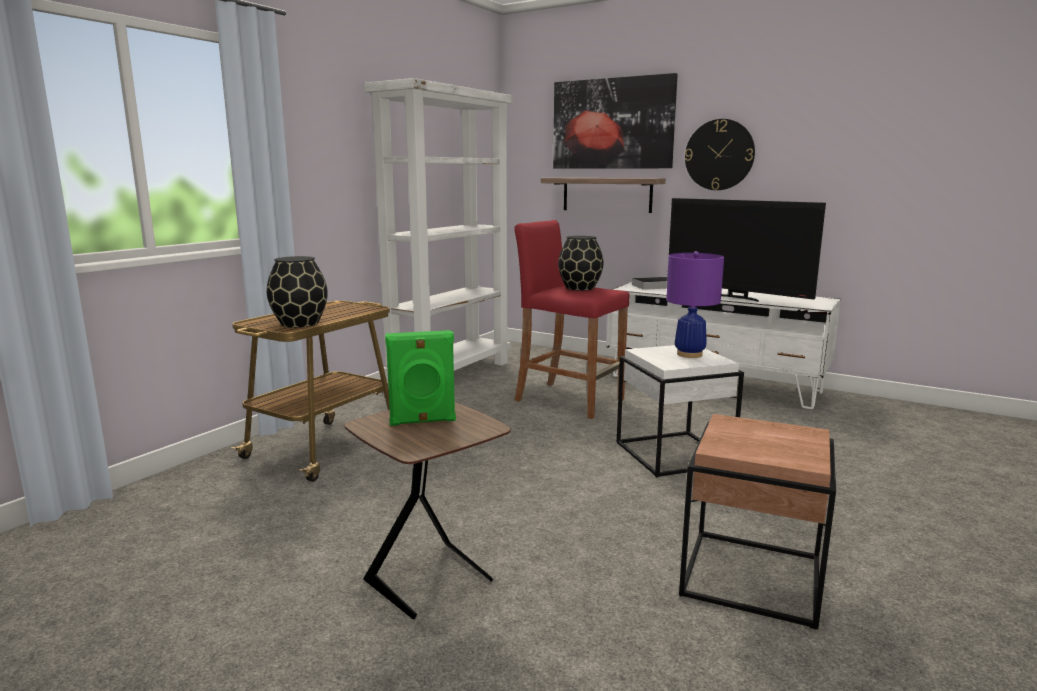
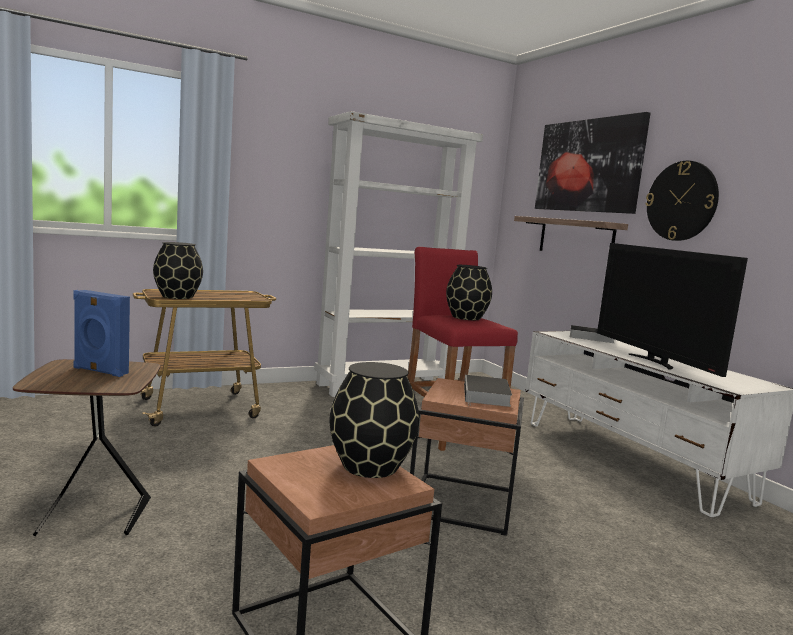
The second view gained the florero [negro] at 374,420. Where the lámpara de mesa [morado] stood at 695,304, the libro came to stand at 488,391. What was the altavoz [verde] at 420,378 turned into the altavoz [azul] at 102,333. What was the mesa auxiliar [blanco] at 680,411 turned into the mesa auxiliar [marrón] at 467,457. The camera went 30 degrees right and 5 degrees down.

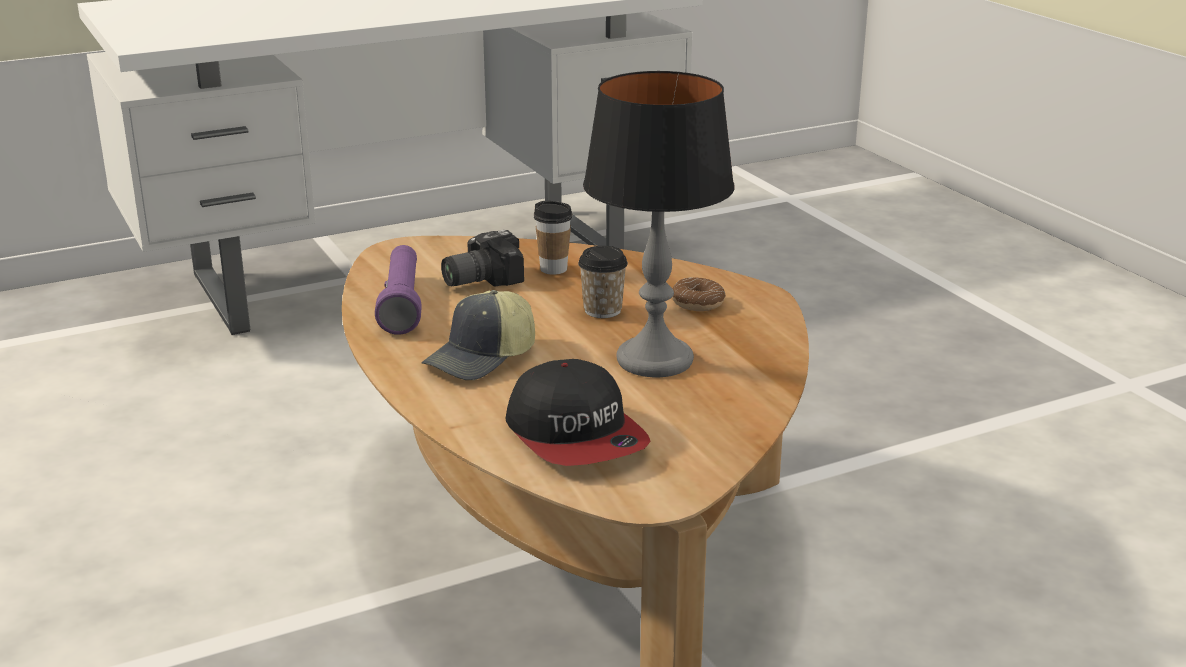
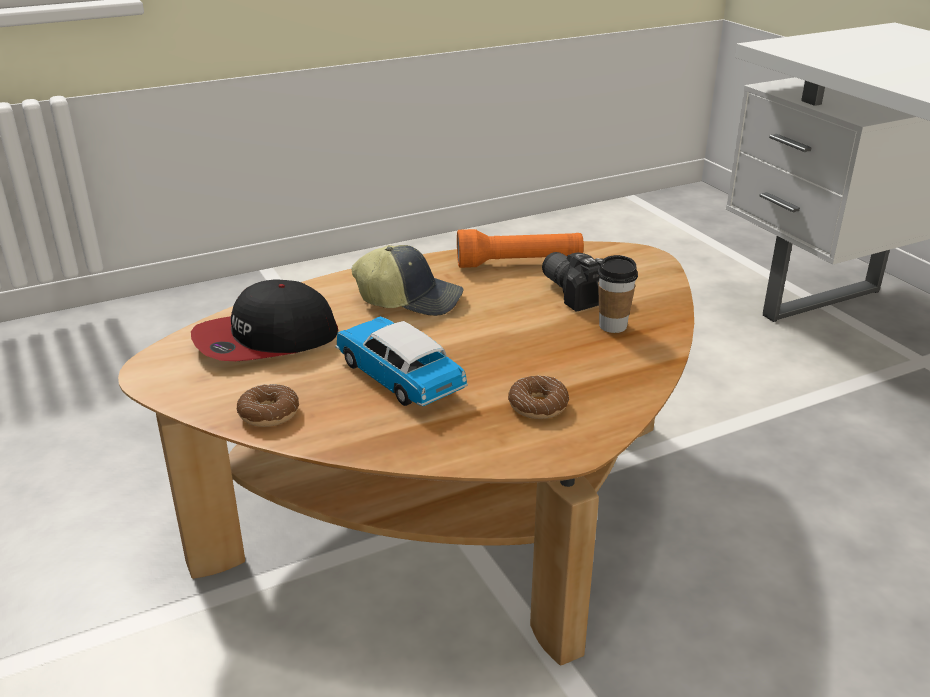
The second view lost the taza at 603,282. The second view gained the rosquilla at 268,405. Where the lámpara de mesa stood at 658,224, the coche de juguete came to stand at 401,361. What was the linterna [morado] at 398,290 turned into the linterna [naranja] at 520,248. The gorra at 478,335 ended up facing another way, 150 degrees clockwise from before. The camera went 90 degrees right and 5 degrees up.

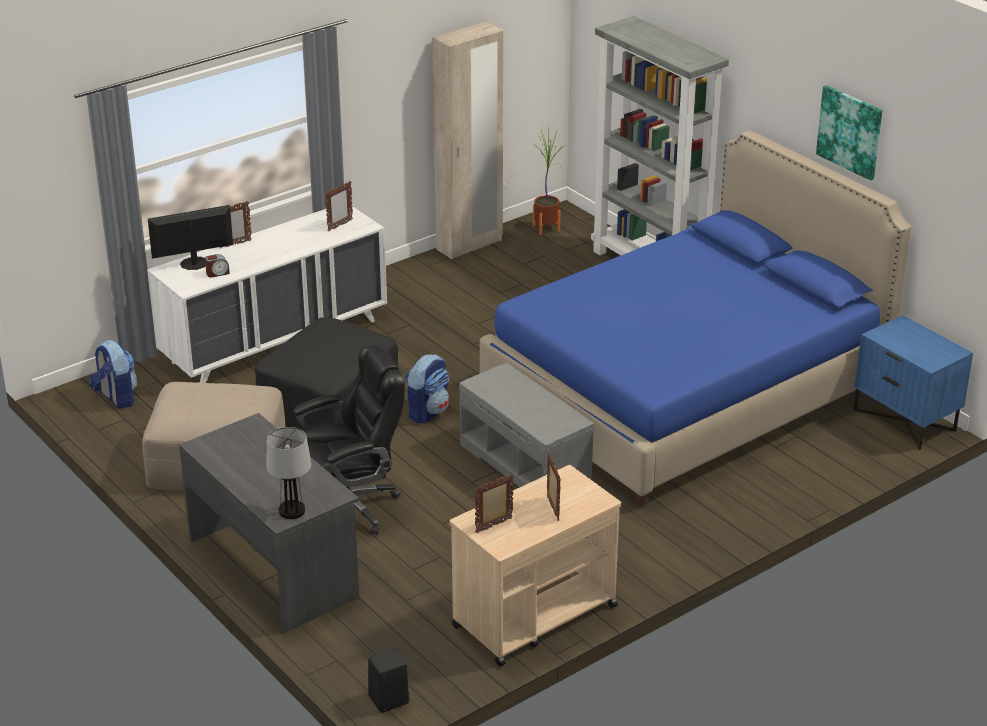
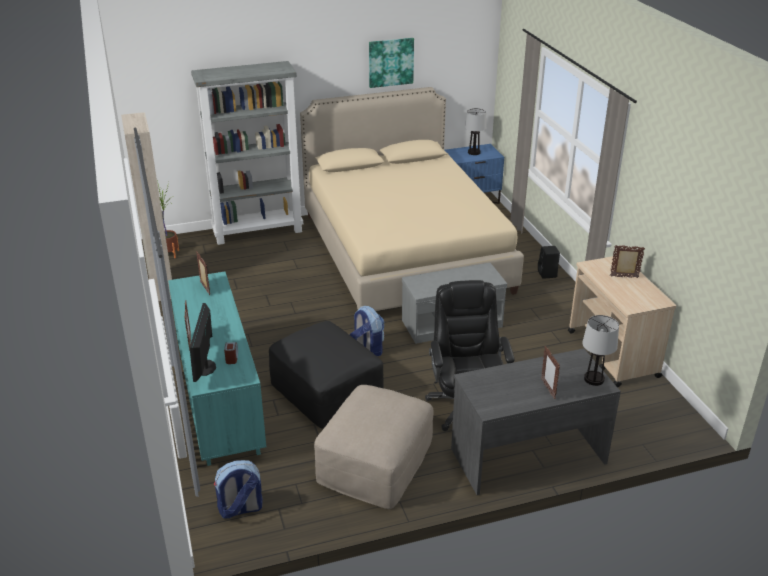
The second view gained the lámpara de mesa at 476,131. The altavoz [negro] ended up elsewhere, having gone from 388,680 to 549,262. The portarretratos ended up elsewhere, having gone from 494,503 to 550,372. What was the cómoda [blanco] at 267,294 turned into the cómoda [turquesa] at 217,368. What was the cama [azul] at 695,319 turned into the cama [beis] at 412,199. The camera went 70 degrees left and 0 degrees up.

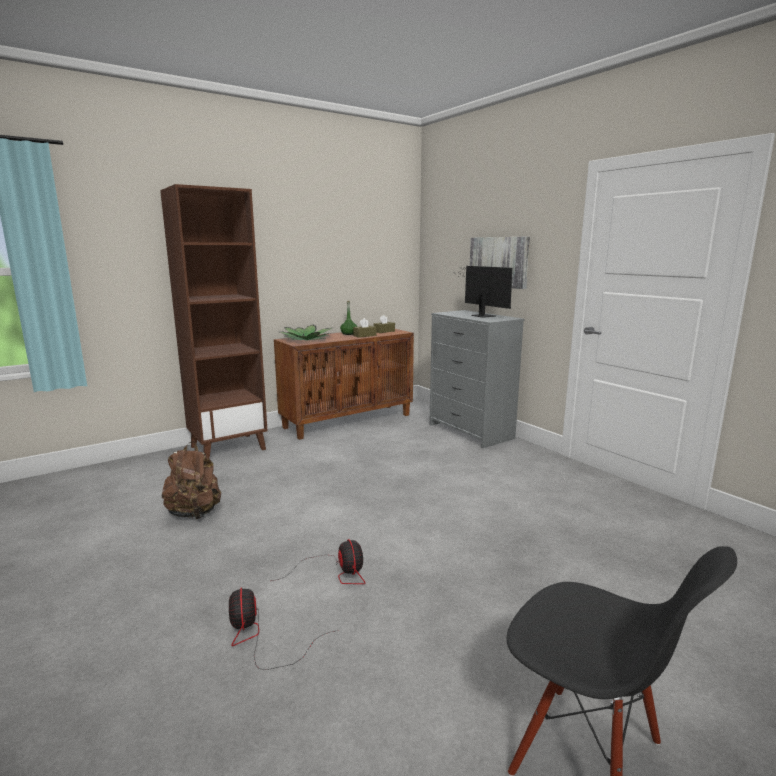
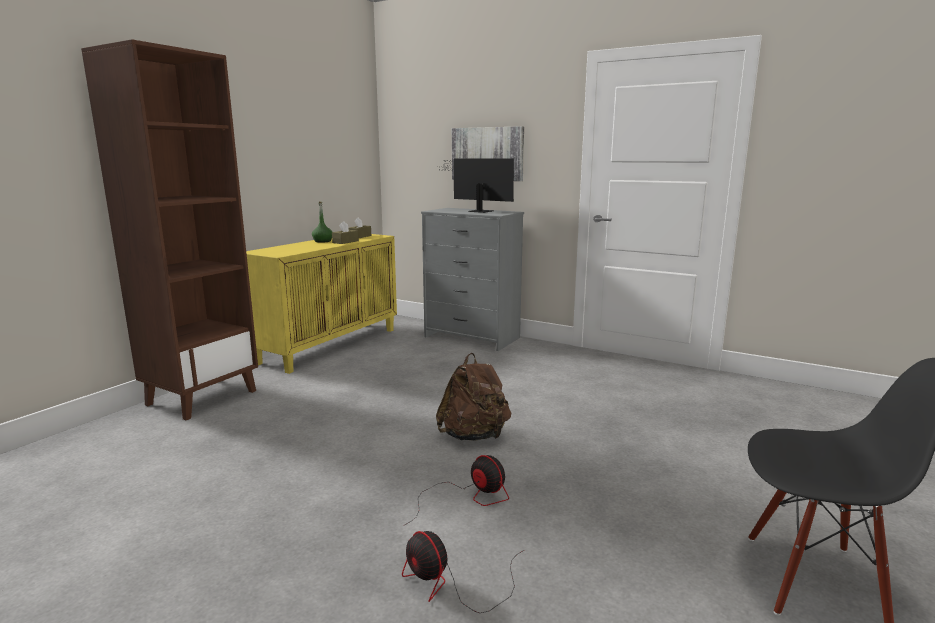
The second view lost the planta en maceta at 307,332. The mochila [marrón] ended up elsewhere, having gone from 191,480 to 473,397. What was the armario [marrón] at 344,384 turned into the armario [amarillo] at 321,304. The camera went 25 degrees left and 0 degrees up.

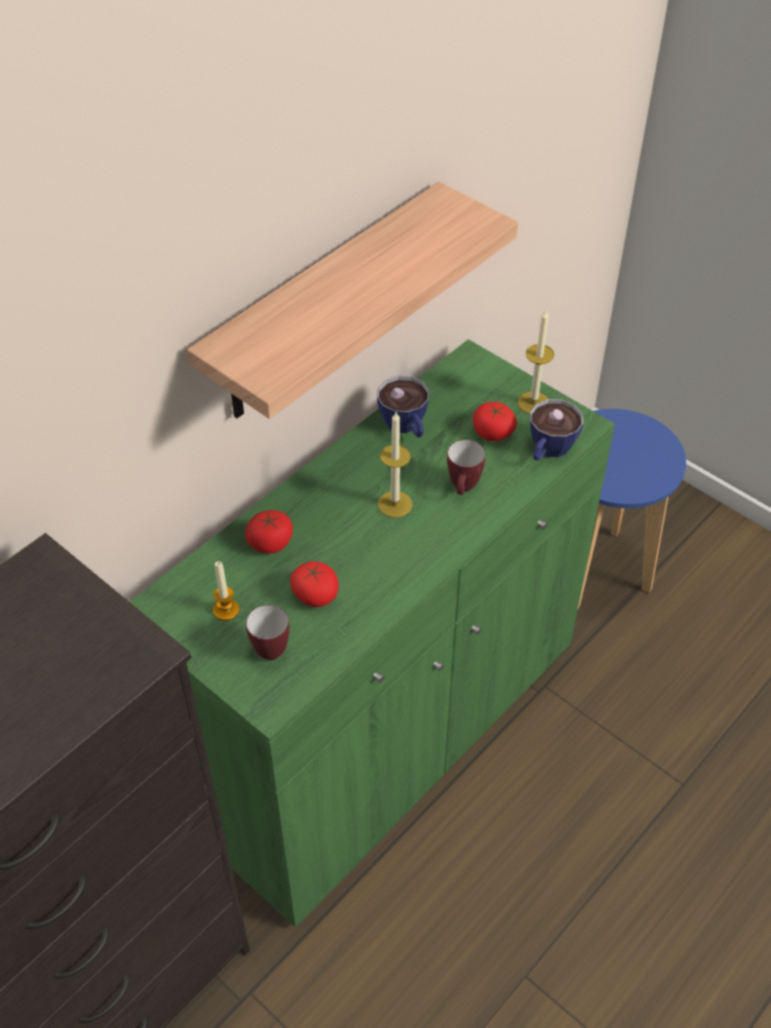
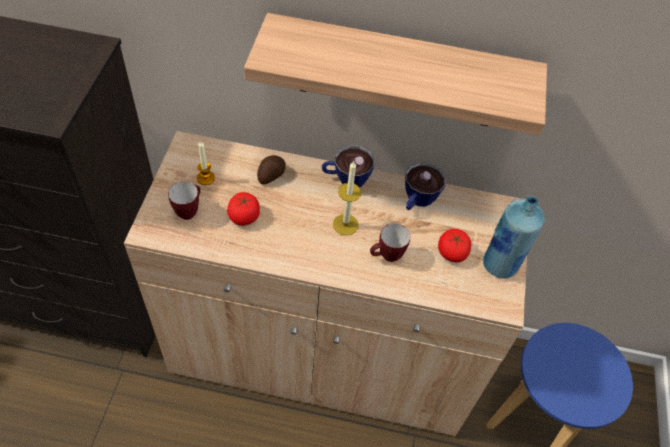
The taza ended up elsewhere, having gone from 556,430 to 348,166. Where the tomate stood at 269,532, the patata came to stand at 271,169. Where the vela stood at 536,362, the botella [azul] came to stand at 514,237. What was the armario [verde] at 372,633 turned into the armario [beis] at 325,283. The camera went 55 degrees right and 5 degrees up.

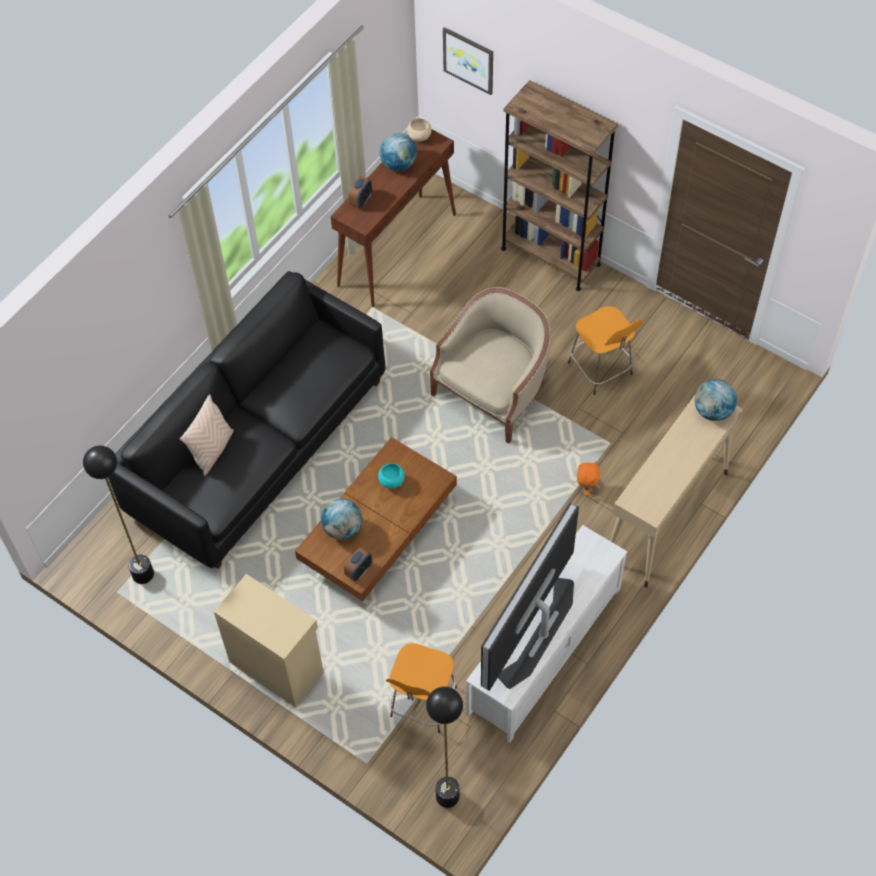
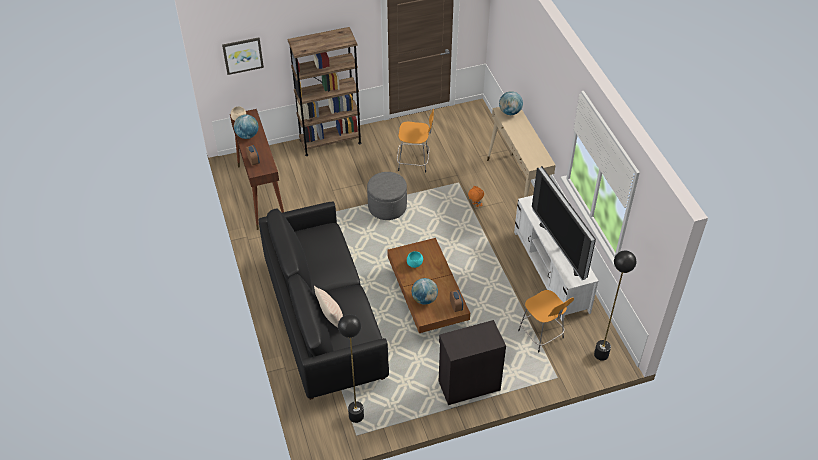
Where the sillón [beis] stood at 490,365, the puf [gris] came to stand at 387,196. What was the armario [beis] at 269,640 turned into the armario [negro] at 472,362. The camera went 55 degrees left and 10 degrees down.

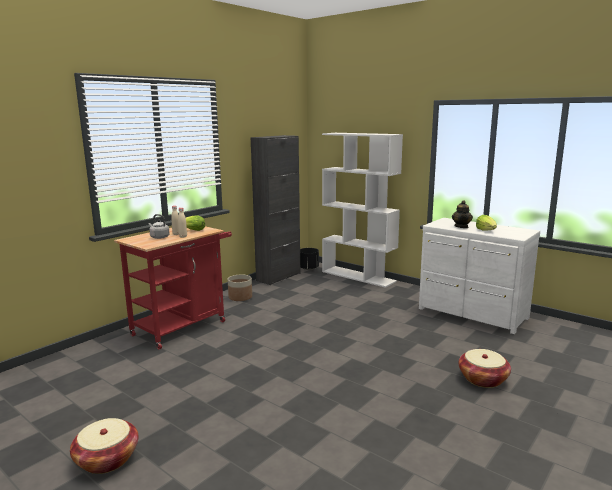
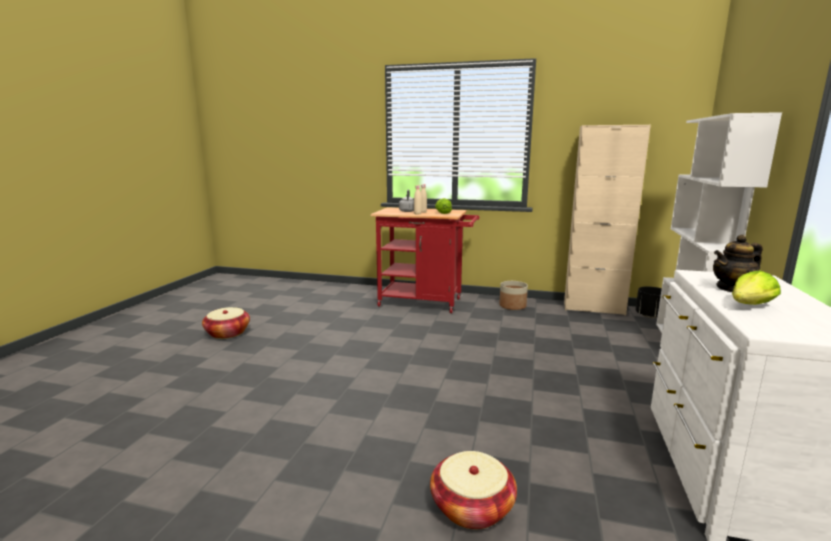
What was the armario [negro] at 275,210 turned into the armario [beis] at 607,220. The camera went 65 degrees right and 0 degrees up.

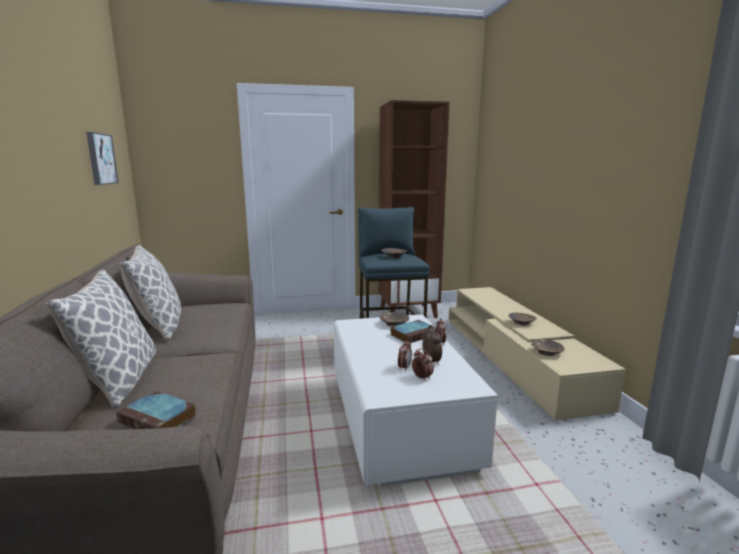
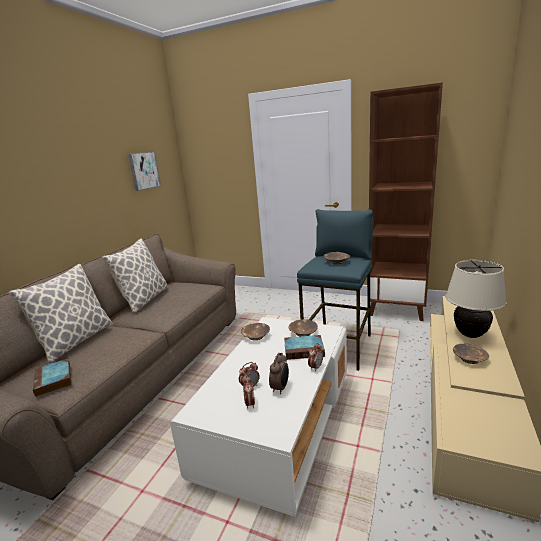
The second view gained the lámpara de mesa [beis] at 476,299. The cuenco [marrón] ended up elsewhere, having gone from 547,347 to 255,331. The camera went 35 degrees right and 5 degrees up.

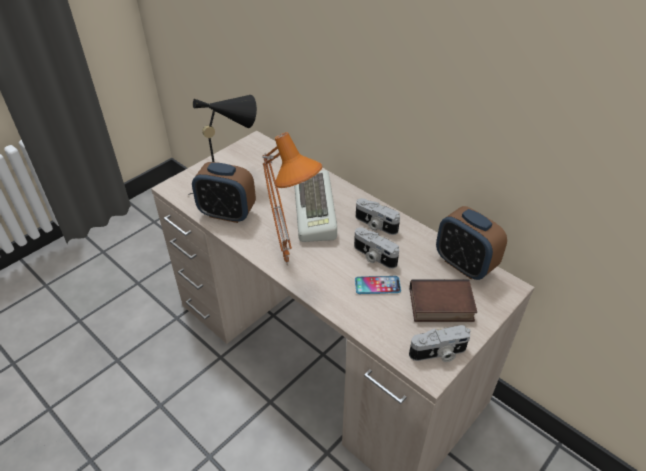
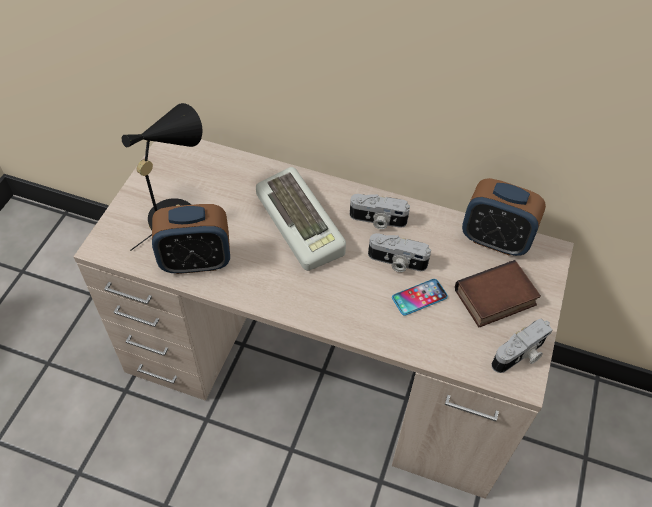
The second view lost the lámpara de mesa [naranja] at 292,198. The camera went 25 degrees left and 10 degrees up.

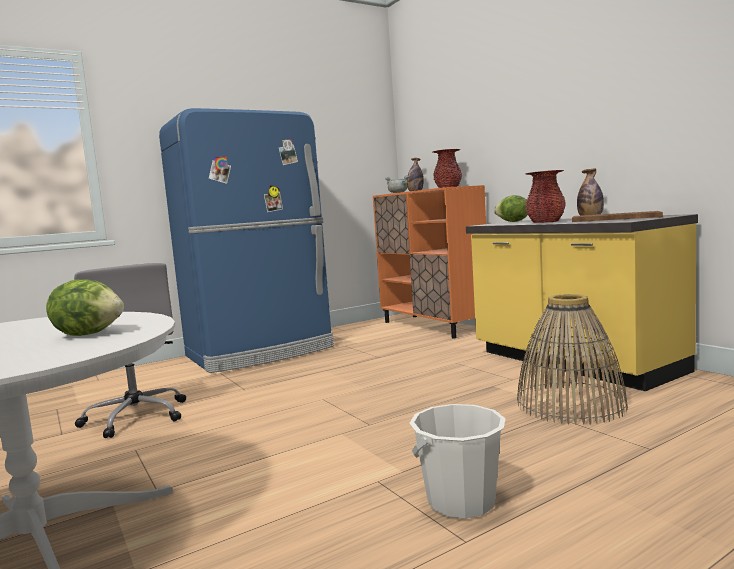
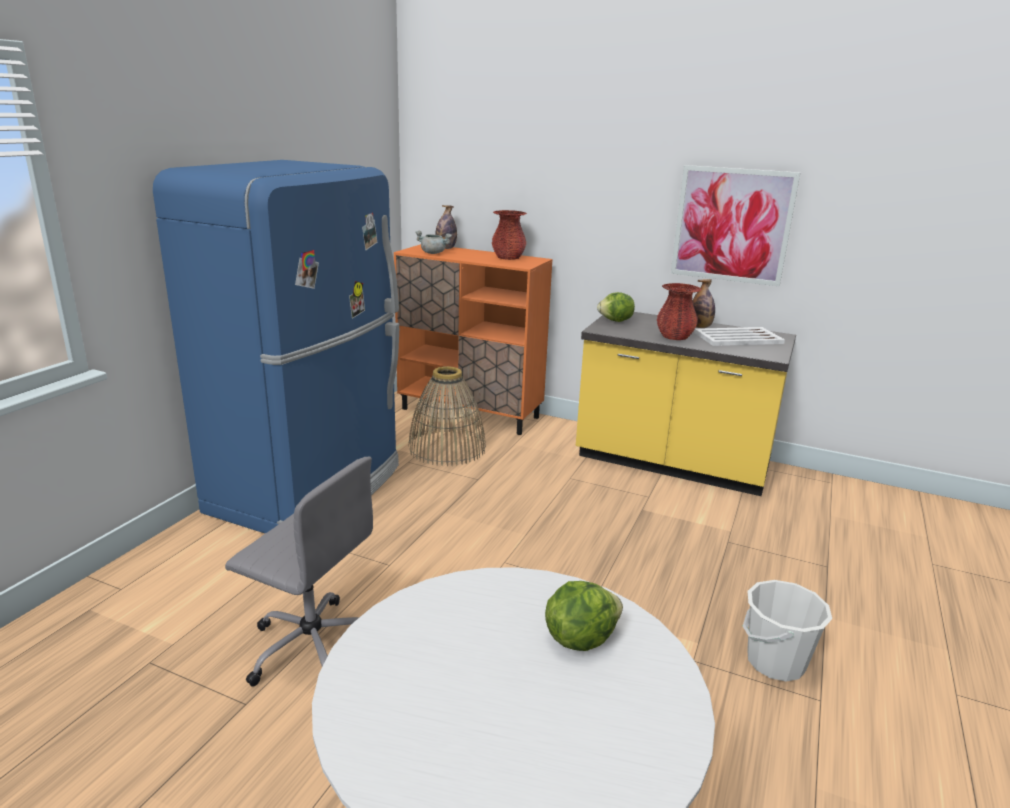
The second view gained the cuadro at 735,225. The cesta ended up elsewhere, having gone from 572,359 to 447,416. What was the bandeja [marrón] at 617,216 turned into the bandeja [blanco] at 739,336. The camera went 35 degrees left and 15 degrees up.

